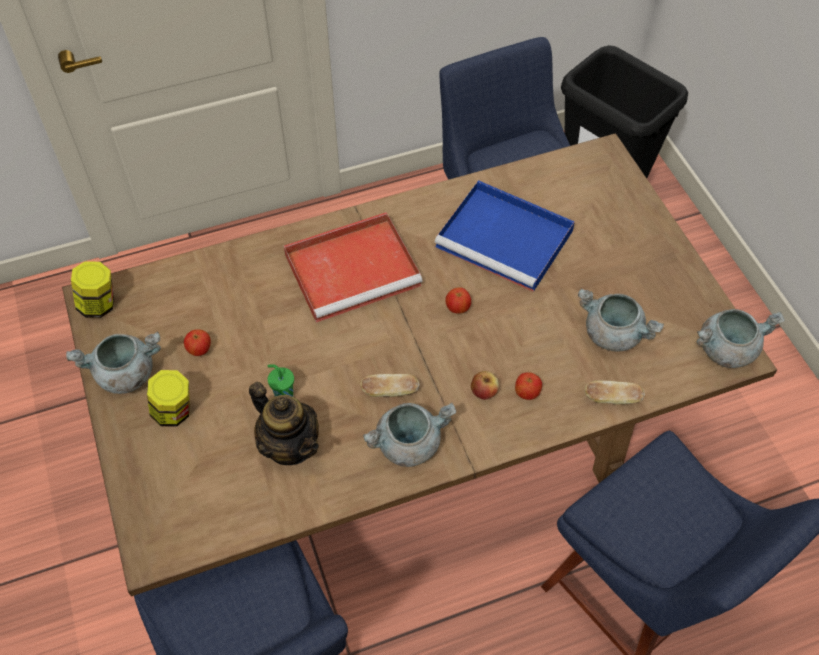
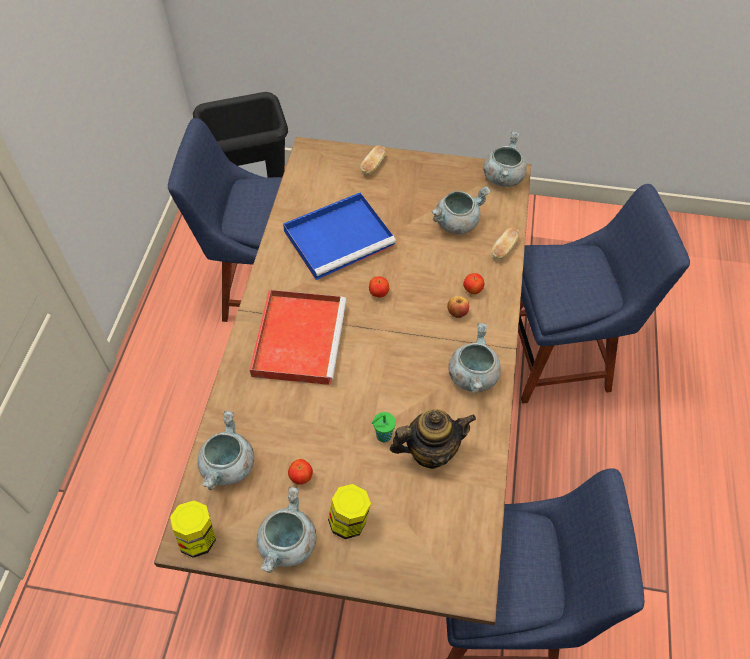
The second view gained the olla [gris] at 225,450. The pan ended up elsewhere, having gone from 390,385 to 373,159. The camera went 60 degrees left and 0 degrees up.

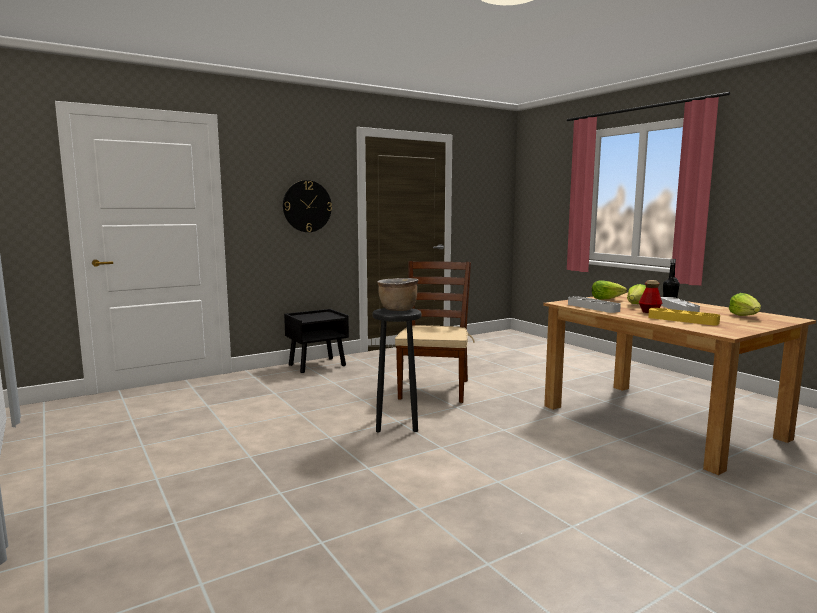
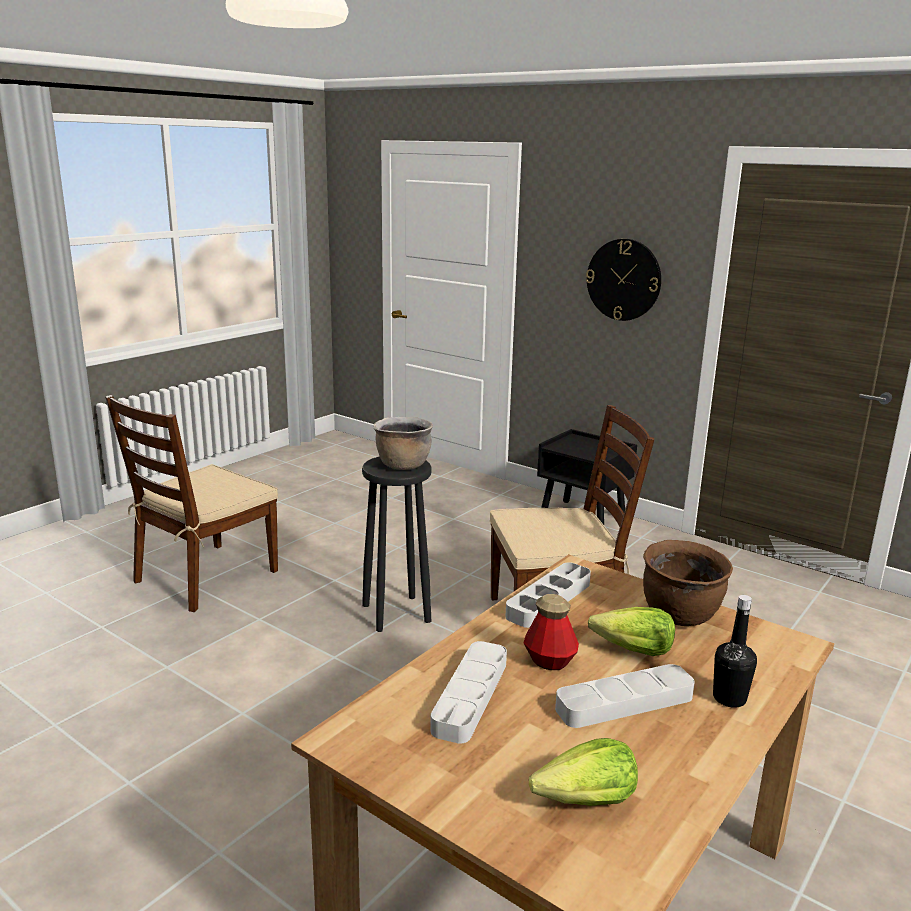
The second view gained the silla [marrón] at 191,503. Where the lechuga stood at 609,289, the olla [marrón] came to stand at 688,583. What was the bandeja [amarillo] at 684,317 turned into the bandeja [gris] at 468,692. The camera went 70 degrees right and 10 degrees up.

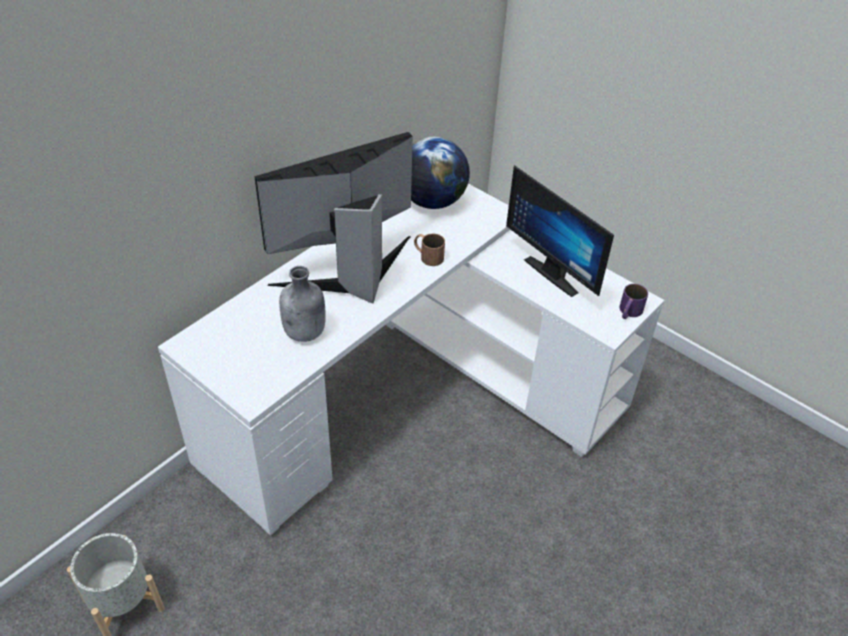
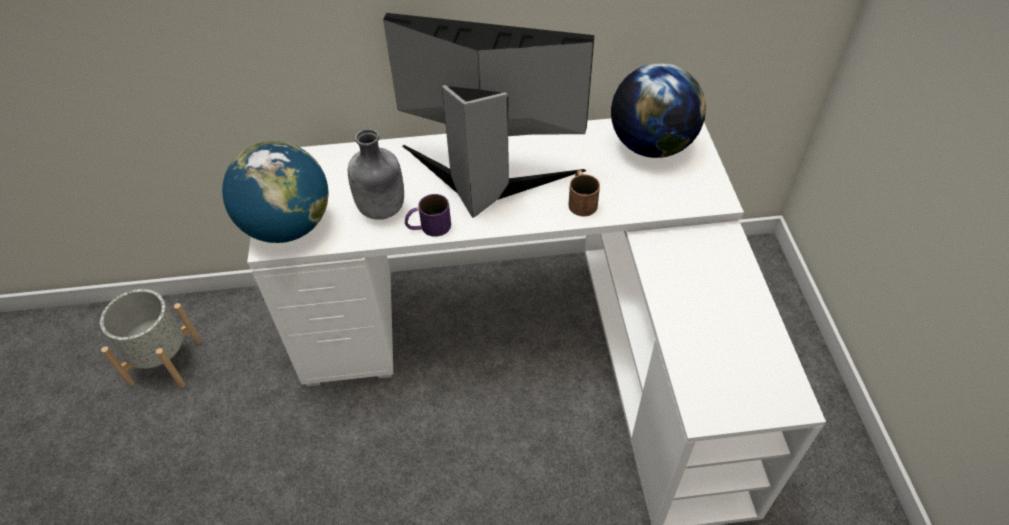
The second view lost the monitor at 560,231. The second view gained the globo terráqueo at 275,192. The taza grande [morado] ended up elsewhere, having gone from 633,301 to 428,215. The camera went 45 degrees right and 5 degrees up.

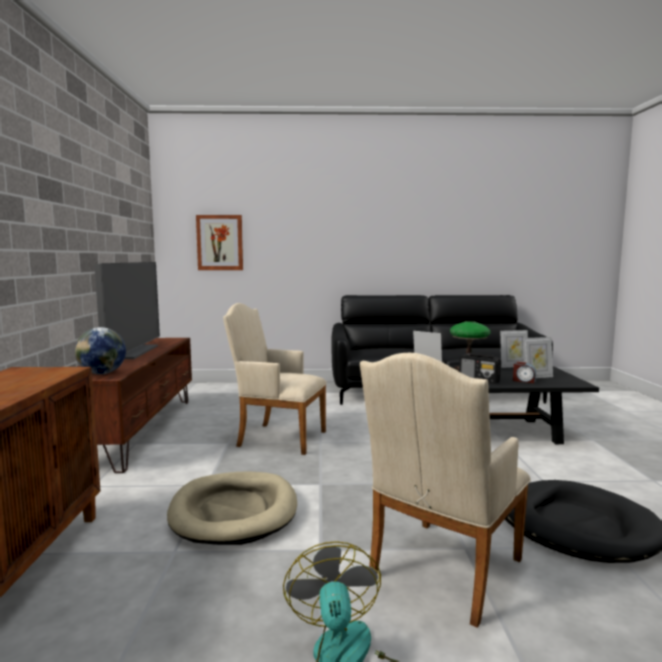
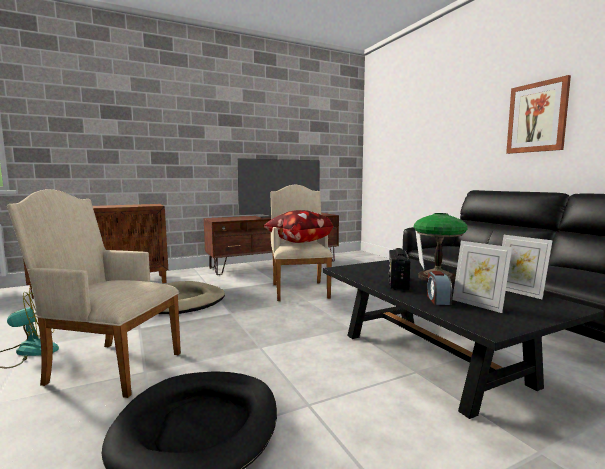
The second view lost the globo terráqueo at 100,350. The second view gained the cojín at 299,226. The cuadro ended up elsewhere, having gone from 219,242 to 538,114. The camera went 65 degrees right and 0 degrees up.

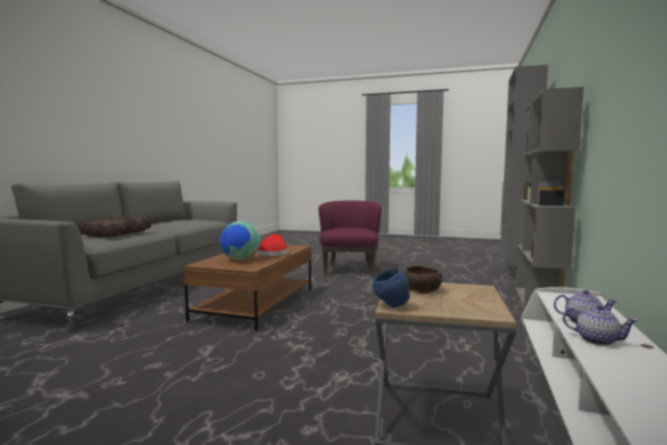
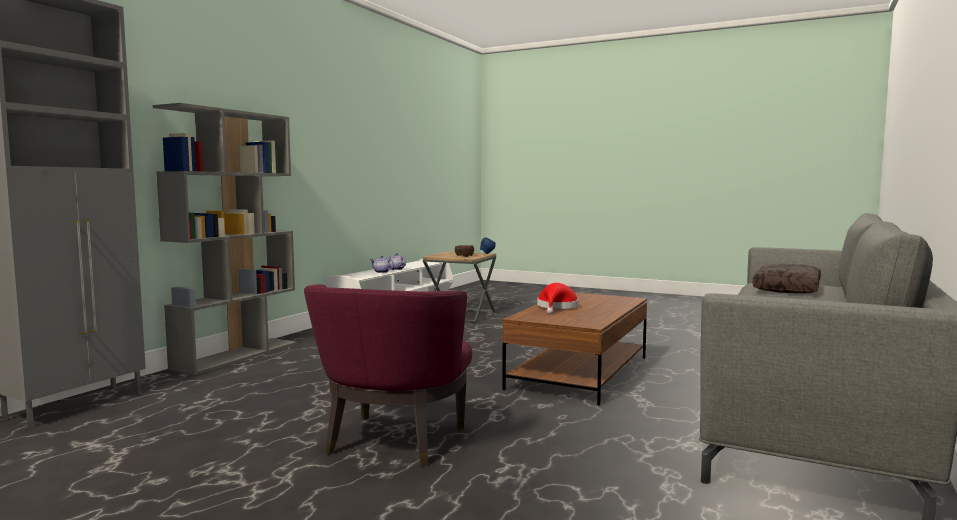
The second view lost the globo terráqueo at 240,241. The camera went 170 degrees left and 0 degrees up.

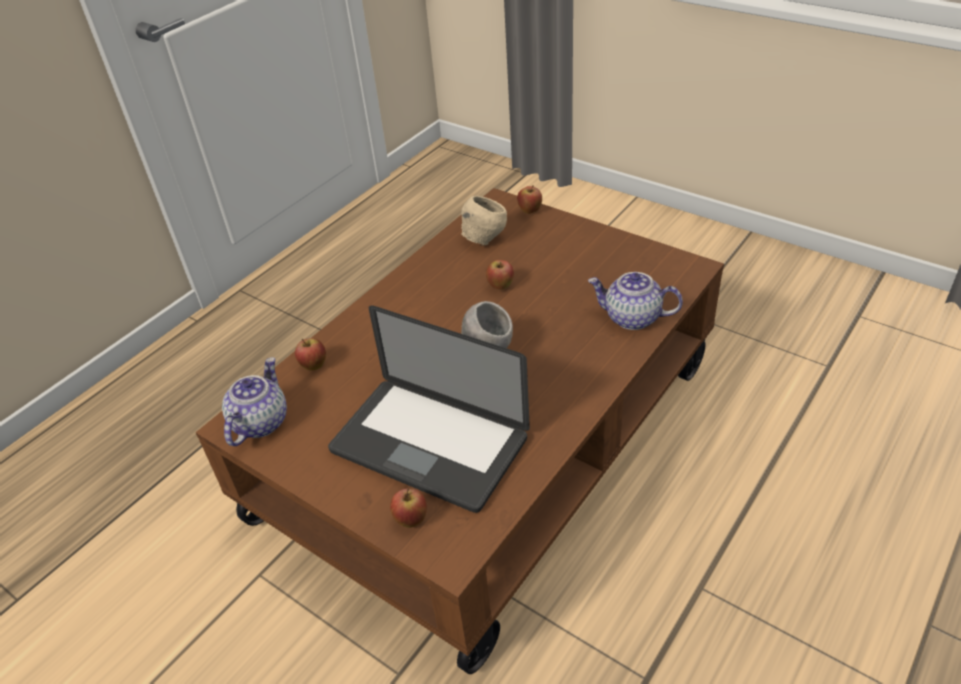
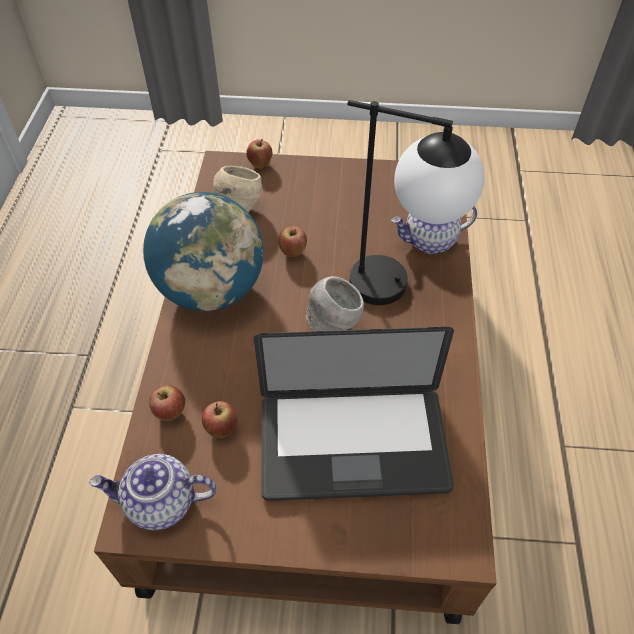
The second view gained the globo terráqueo at 203,251. The second view gained the lámpara de mesa at 415,202. The manzana ended up elsewhere, having gone from 408,508 to 220,419. The tetera at 254,401 ended up facing another way, 75 degrees counterclockwise from before. The camera went 35 degrees left and 10 degrees up.

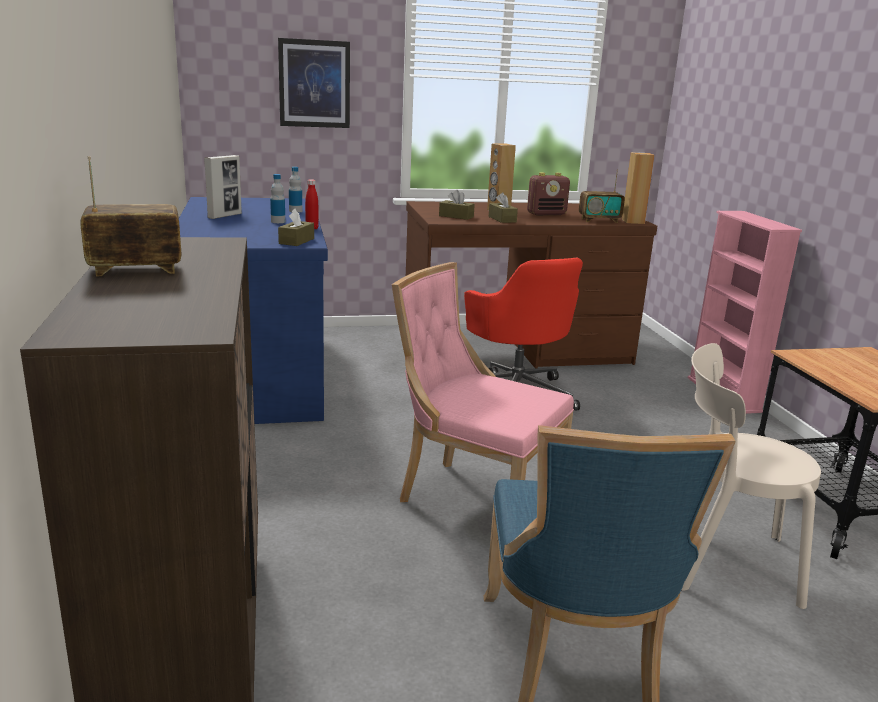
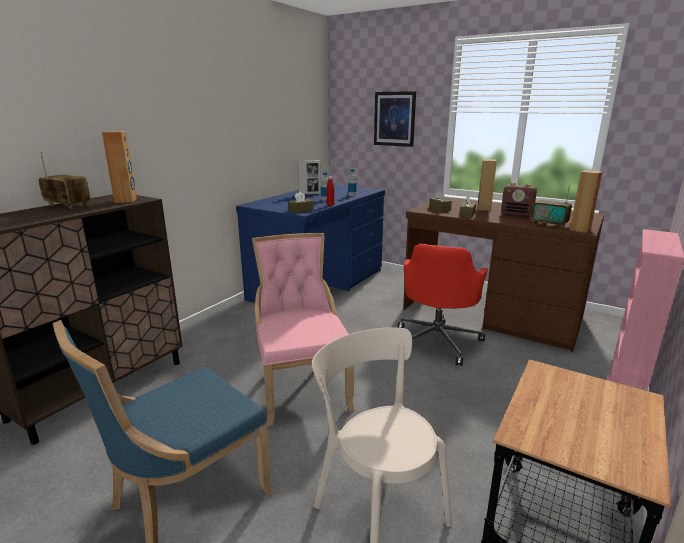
The second view gained the altavoz [marrón] at 119,167. The camera went 45 degrees right and 0 degrees up.

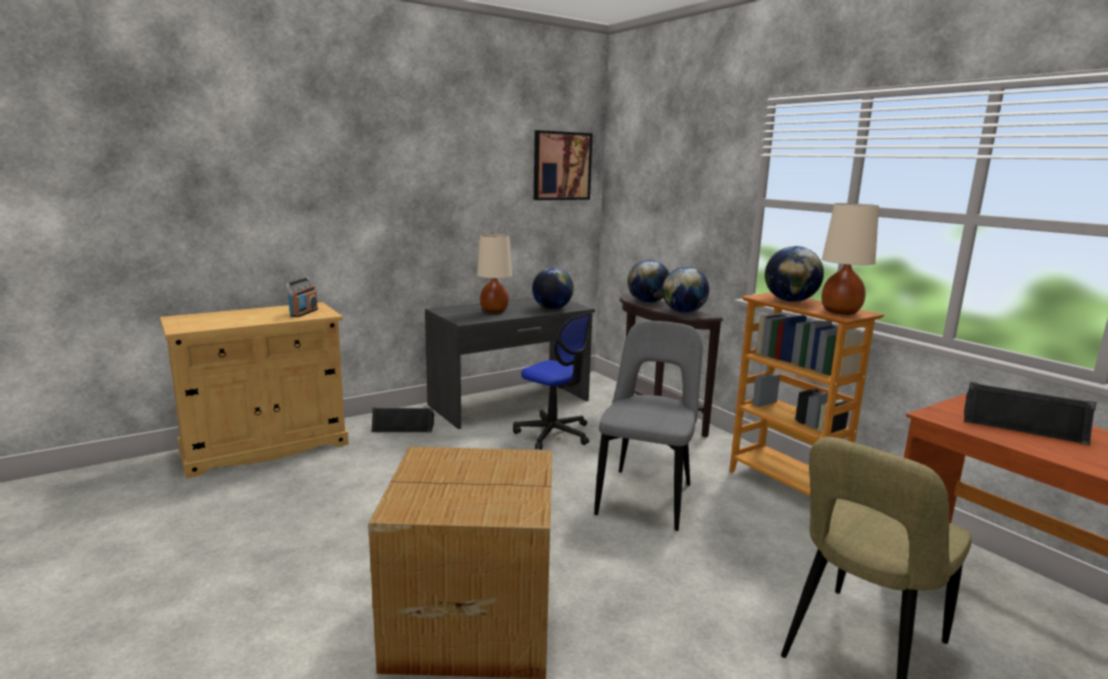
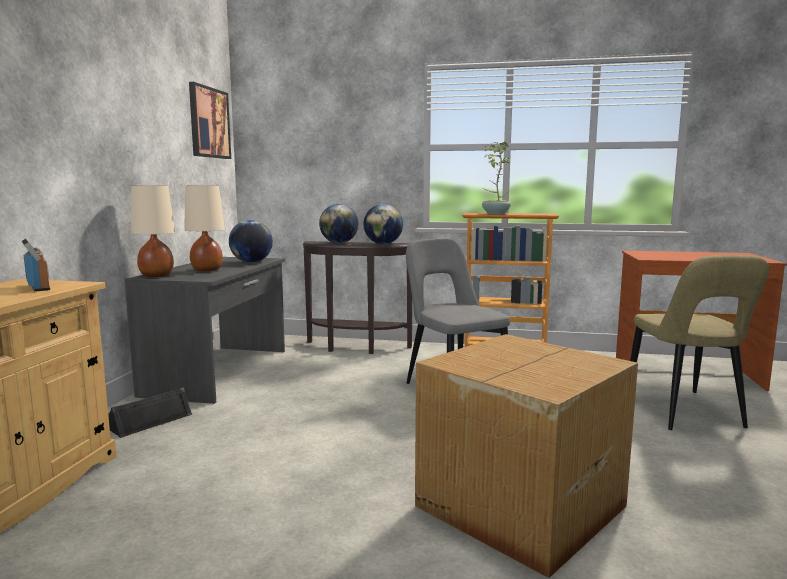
The second view lost the silla de oficina at 552,381. The second view lost the altavoz [negro] at 1030,413. The lámpara de mesa [beis] ended up elsewhere, having gone from 850,259 to 153,231. Where the globo terráqueo stood at 794,274, the planta en maceta came to stand at 496,178. The camera went 45 degrees left and 5 degrees down.

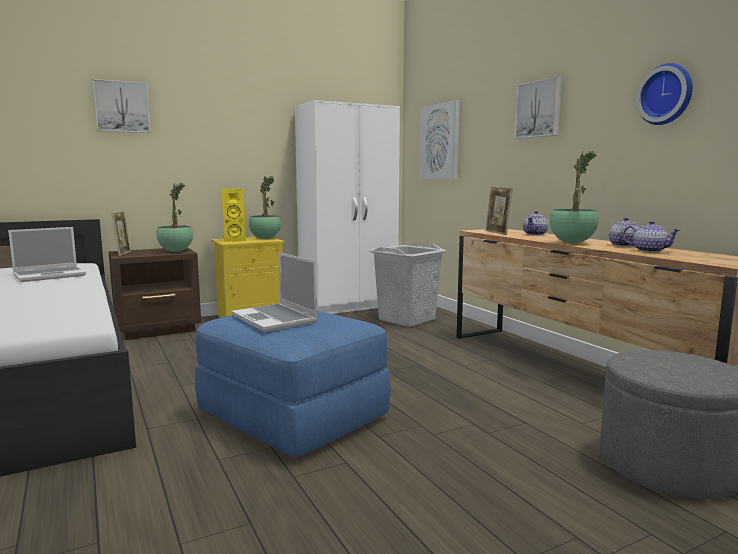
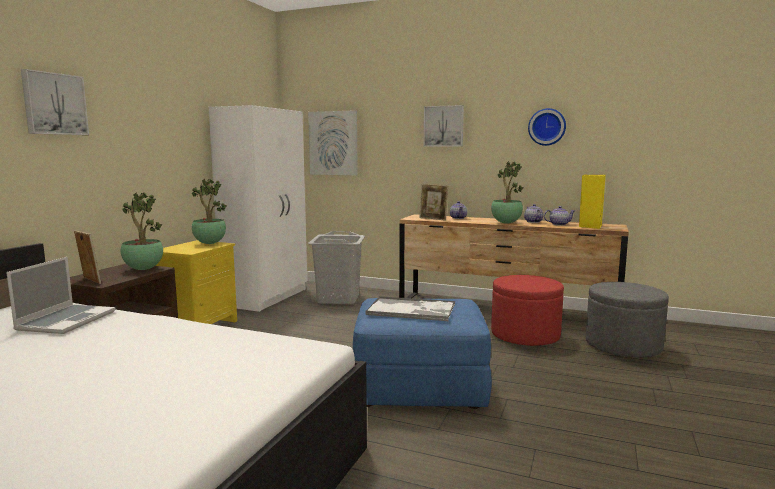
The second view gained the puf [rojo] at 527,310. The altavoz [amarillo] ended up elsewhere, having gone from 234,215 to 592,202. Where the portátil stood at 274,292, the bandeja came to stand at 410,308. The camera went 40 degrees left and 0 degrees up.

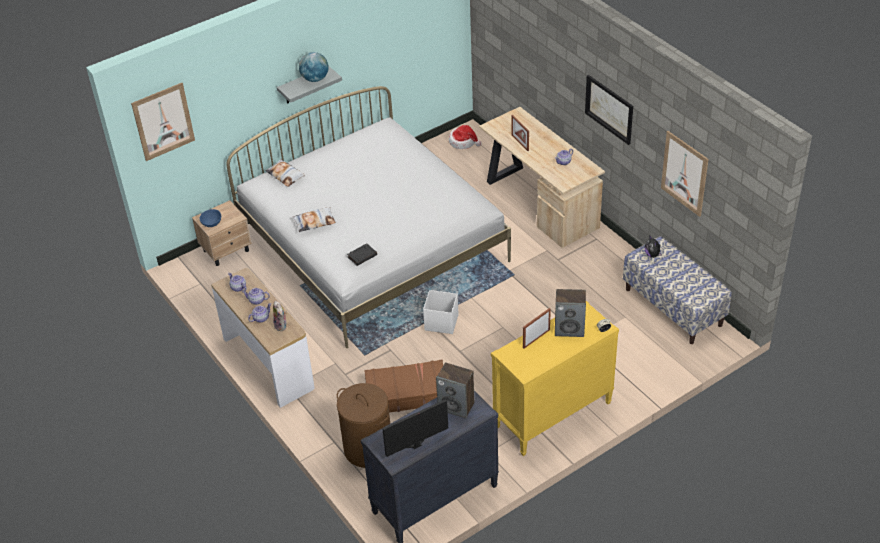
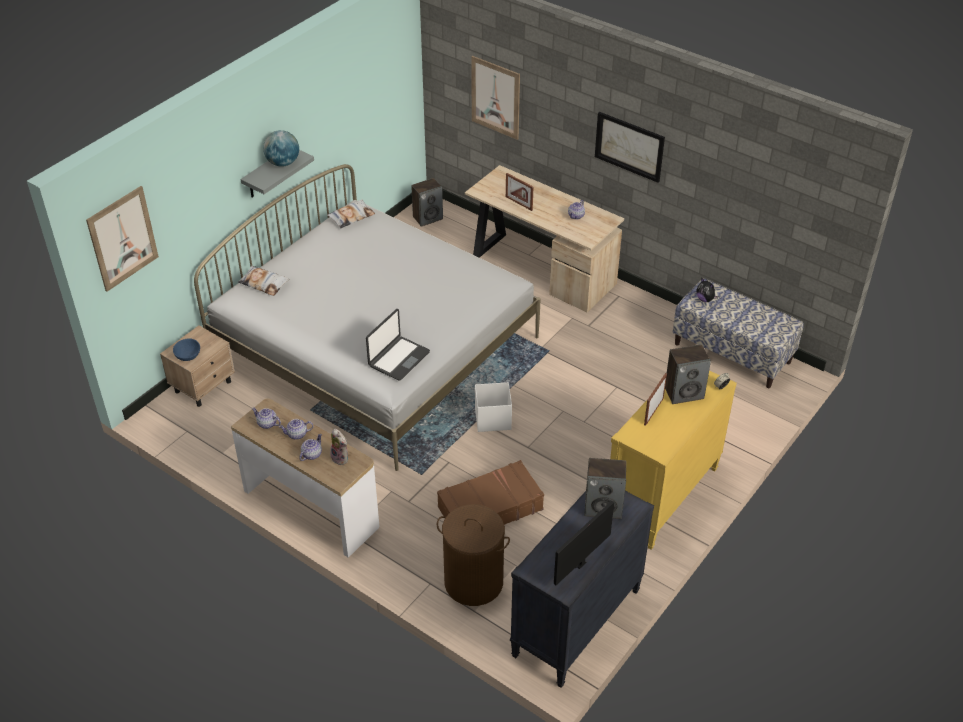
The cojín ended up elsewhere, having gone from 314,219 to 351,214. The cuadro ended up elsewhere, having gone from 685,174 to 495,98. Where the libro [negro] stood at 362,254, the portátil came to stand at 398,345. Where the sombrero stood at 465,137, the altavoz came to stand at 427,202. The camera went 20 degrees left and 0 degrees up.

